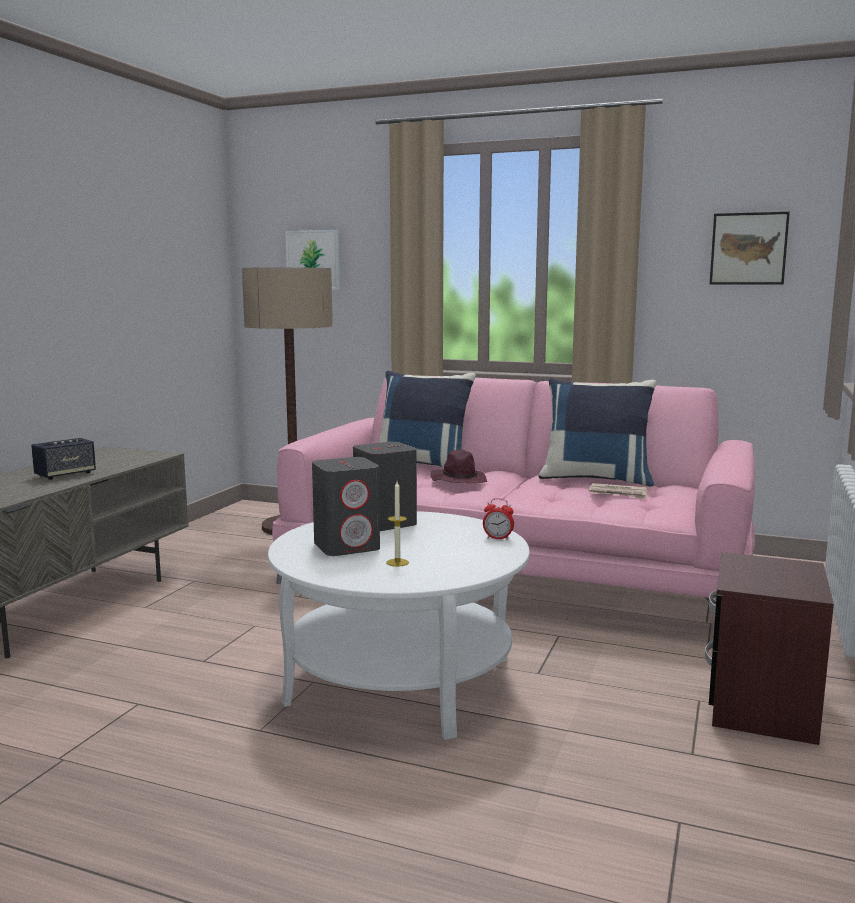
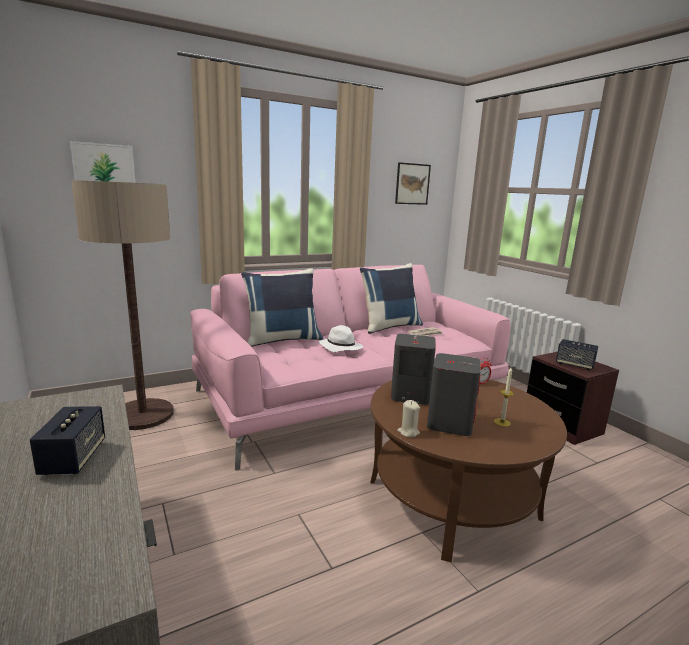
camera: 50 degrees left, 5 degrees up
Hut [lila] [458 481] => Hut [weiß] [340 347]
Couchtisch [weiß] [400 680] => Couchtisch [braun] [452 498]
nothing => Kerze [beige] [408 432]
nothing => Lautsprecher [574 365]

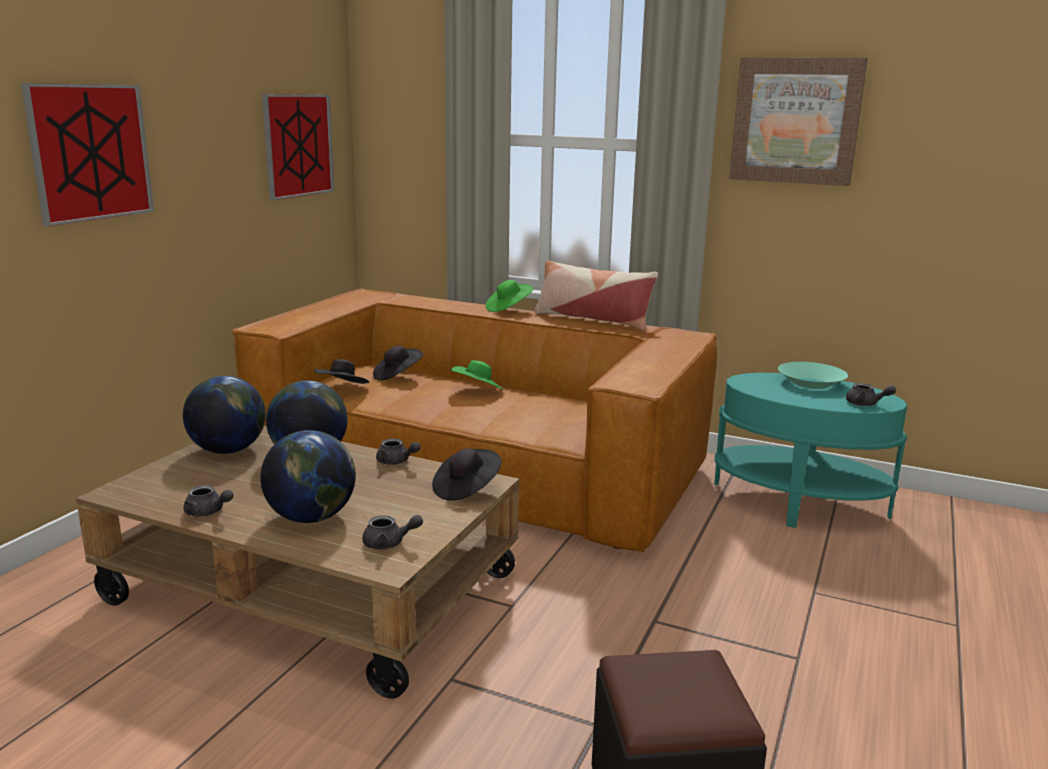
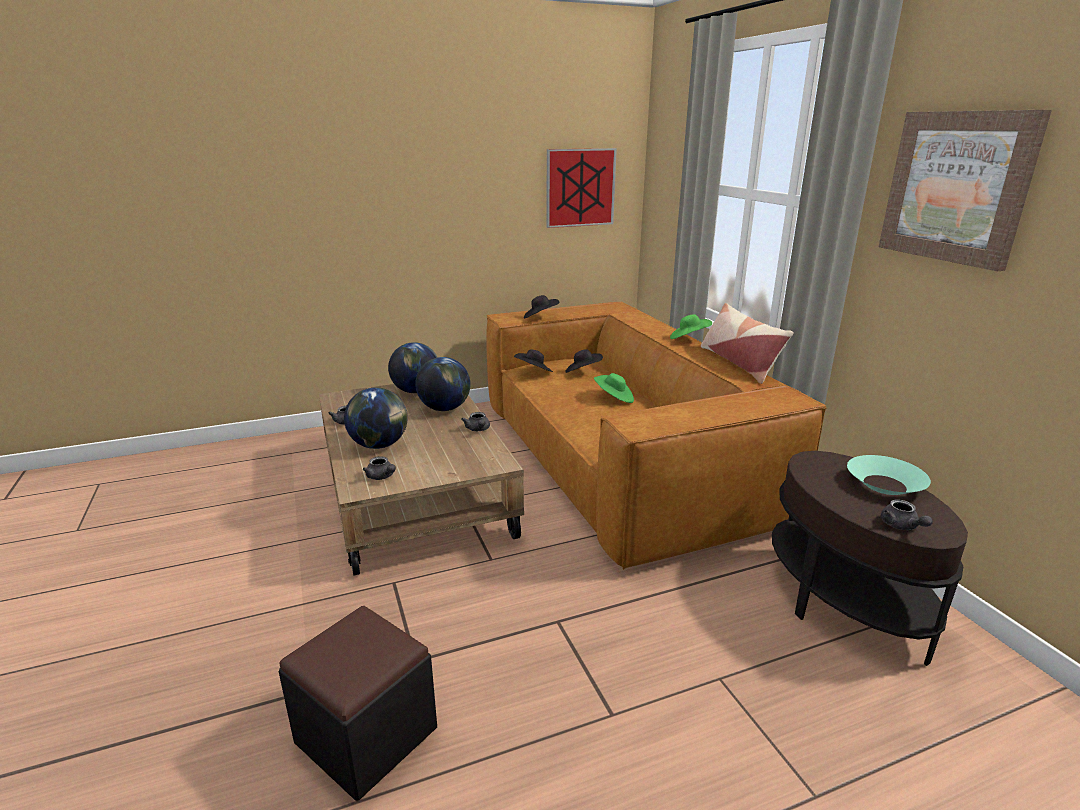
camera: 45 degrees right, 5 degrees up
Hut [schwarz] [466 489] => Hut [schwarz] [540 317], move
Beistelltisch [türkis] [798 504] => Beistelltisch [braun] [843 602]
Bild [90 152] => nothing

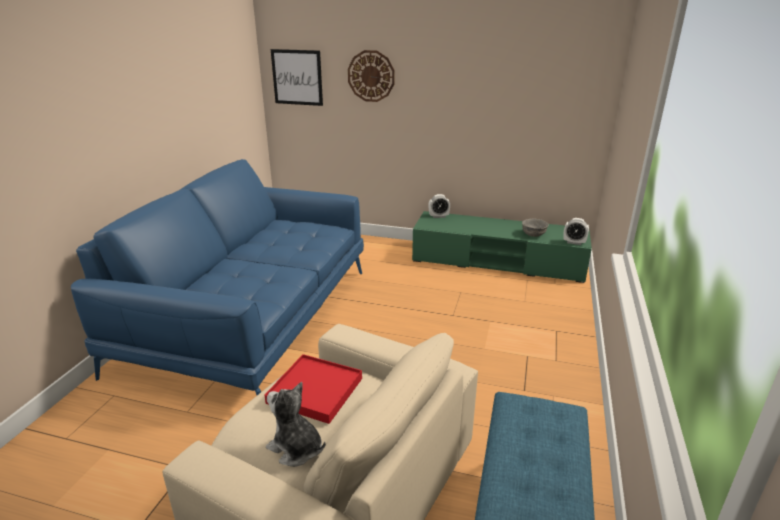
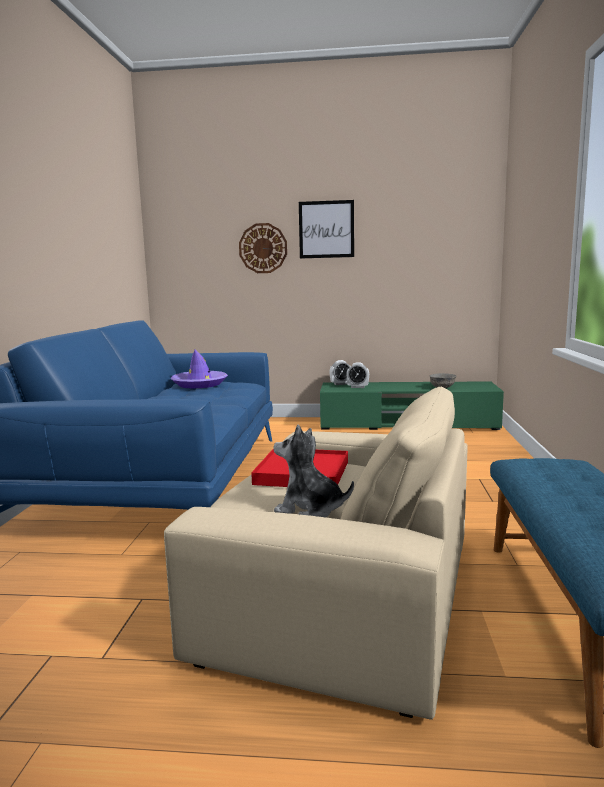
camera: 10 degrees left, 15 degrees down
nothing => Hut [lila] [199 384]
Bild [297 77] => Bild [326 229], move
Wecker [574 242] => Wecker [357 387], move

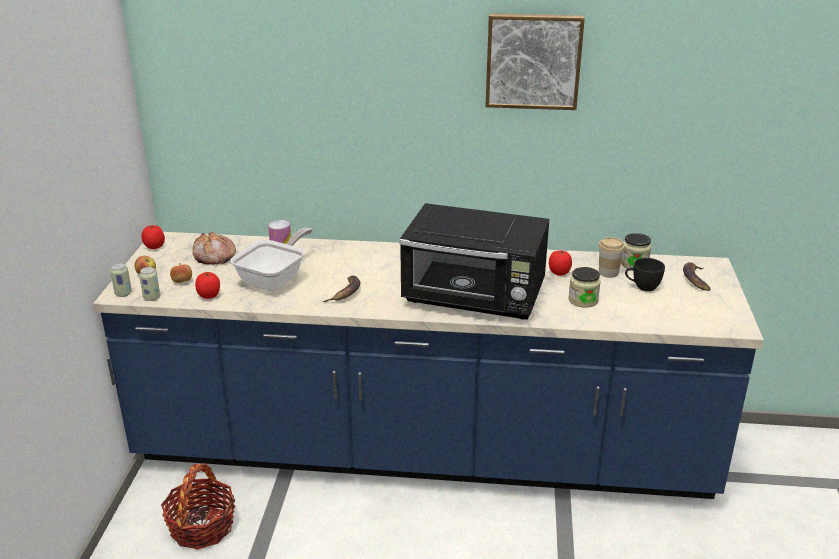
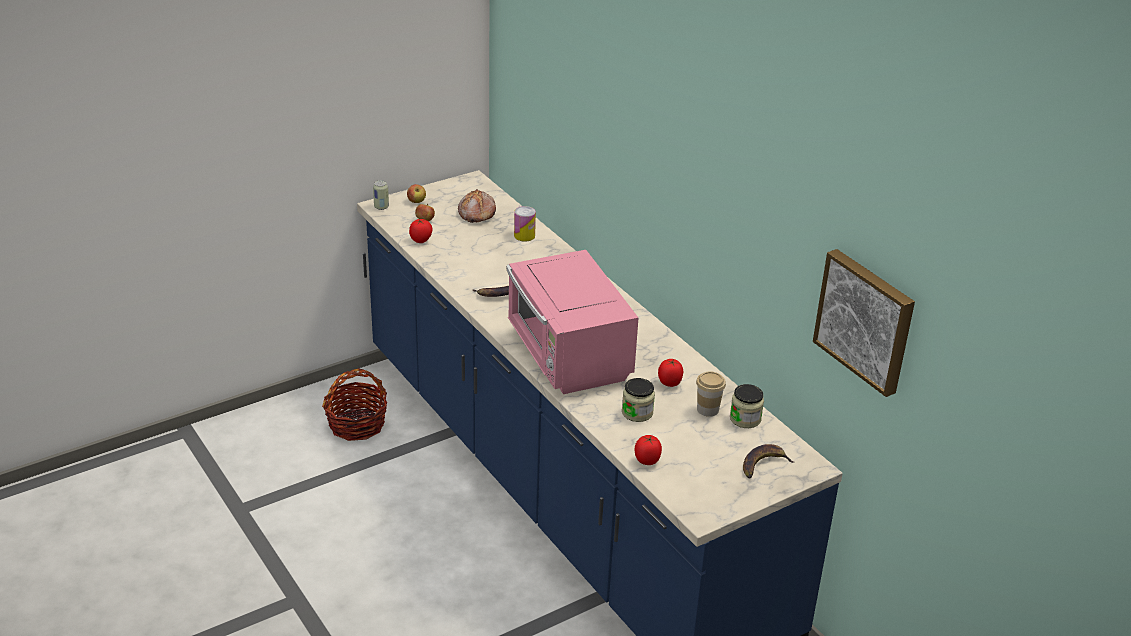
camera: 50 degrees right, 5 degrees up
Mikrowelle [schwarz] [475 298] => Mikrowelle [rosa] [568 356]
Tomate [154 247] => Tomate [647 460], move
Bild [533 60] => Bild [866 320], move
Dose [152 297] => nothing
Pfanne [275 279] => nothing
Tasse [schwarz] [642 287] => nothing

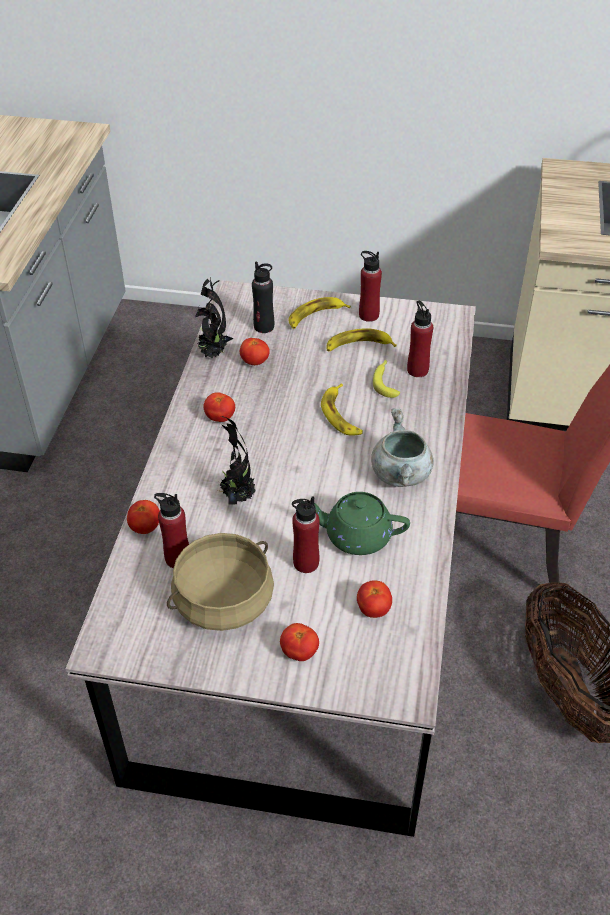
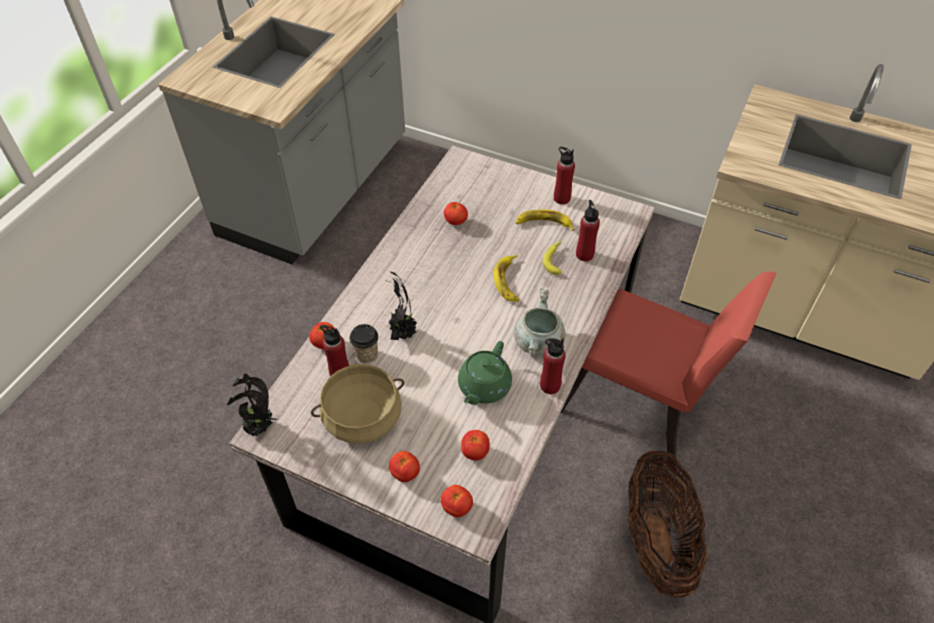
camera: 15 degrees right, 5 degrees up
Topfpflanze [213 354] => Topfpflanze [259 428], move
nothing => Tasse [366 355]
Tomate [220 418] => Tomate [457 507], move
Teekanne [grün] [356 536] => Teekanne [grün] [483 387], 90 degrees counterclockwise
Flasche [rot] [306 563] => Flasche [rot] [550 385], move
Flasche [schwarz] [264 326] => nothing
Banane [315 316] => nothing

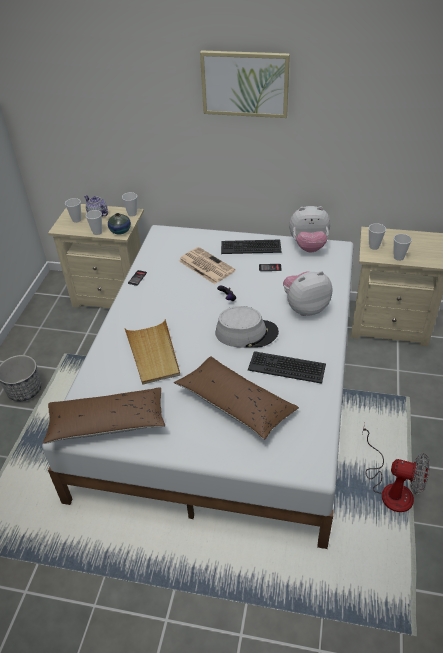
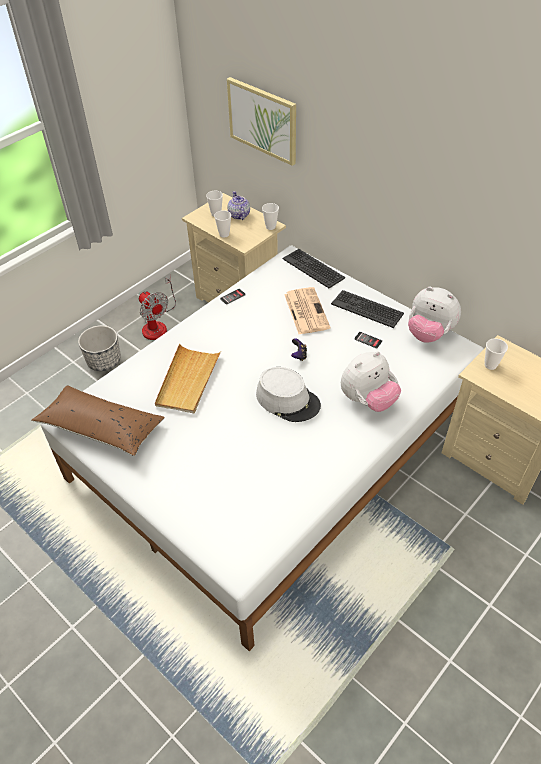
camera: 30 degrees right, 5 degrees up
Ventilator [391 488] => Ventilator [157 324], move
Bild [245 84] => Bild [263 120], move
Tastatur [287 367] => Tastatur [313 268], move
Plüschtier [305 307] => Plüschtier [367 400], 135 degrees clockwise
Vase [120 231] => nothing
Kissen [braun] [235 404] => nothing
Tasse [398 257] => nothing

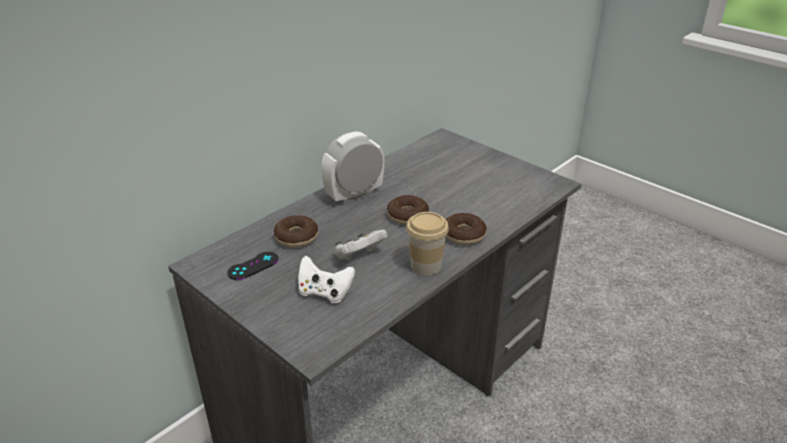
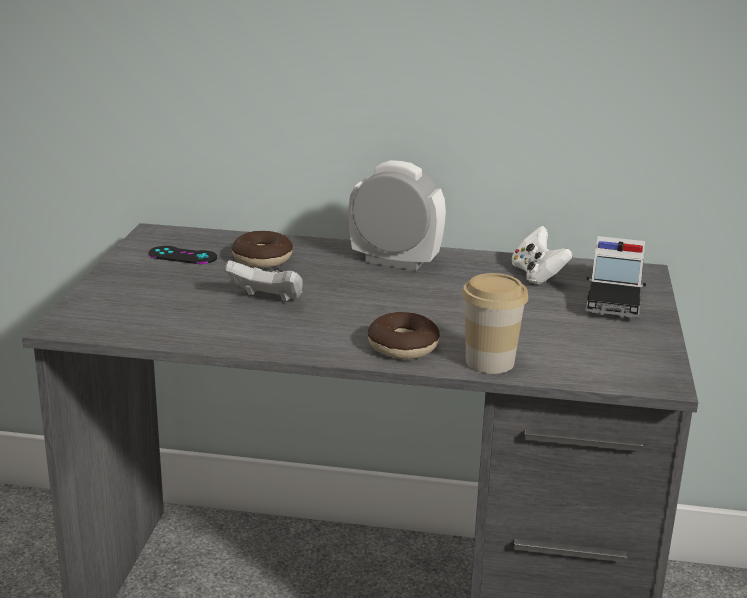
camera: 55 degrees right, 10 degrees down
Tasse [426 265] => Tasse [489 362], move
Gamepad [weiß] [325 293] => Gamepad [weiß] [537 275], move
nothing => Spielzeugauto [614 295]
Donut [407 216] => nothing

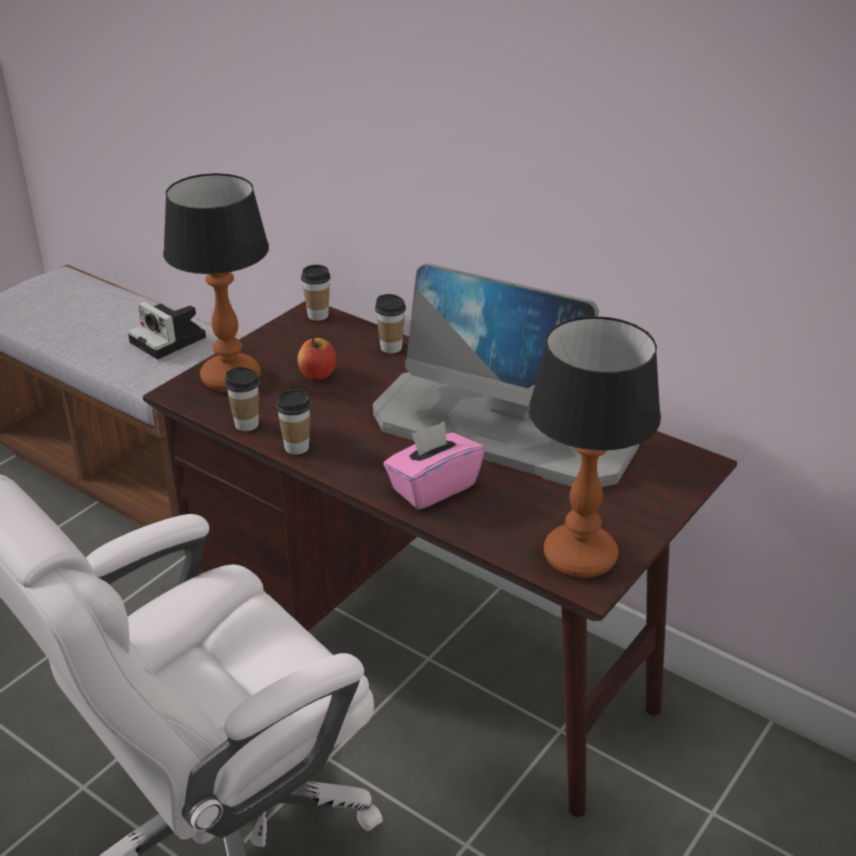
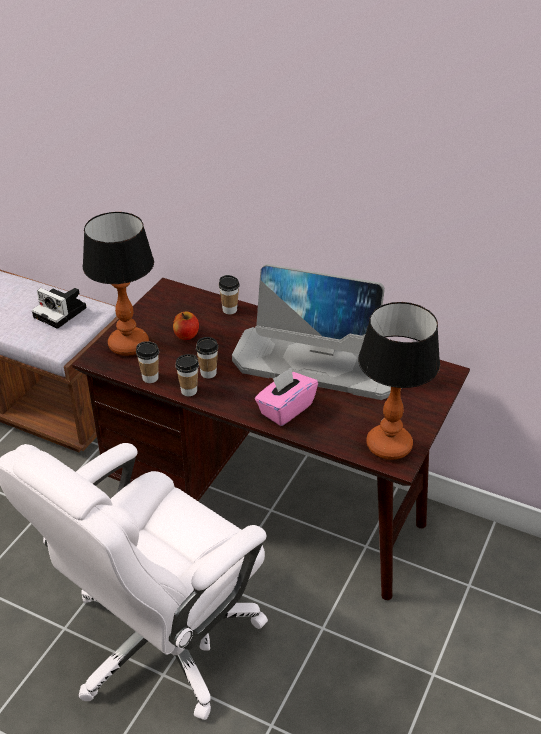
camera: 10 degrees left, 5 degrees up
Tasse [318 315] => Tasse [208 373], move

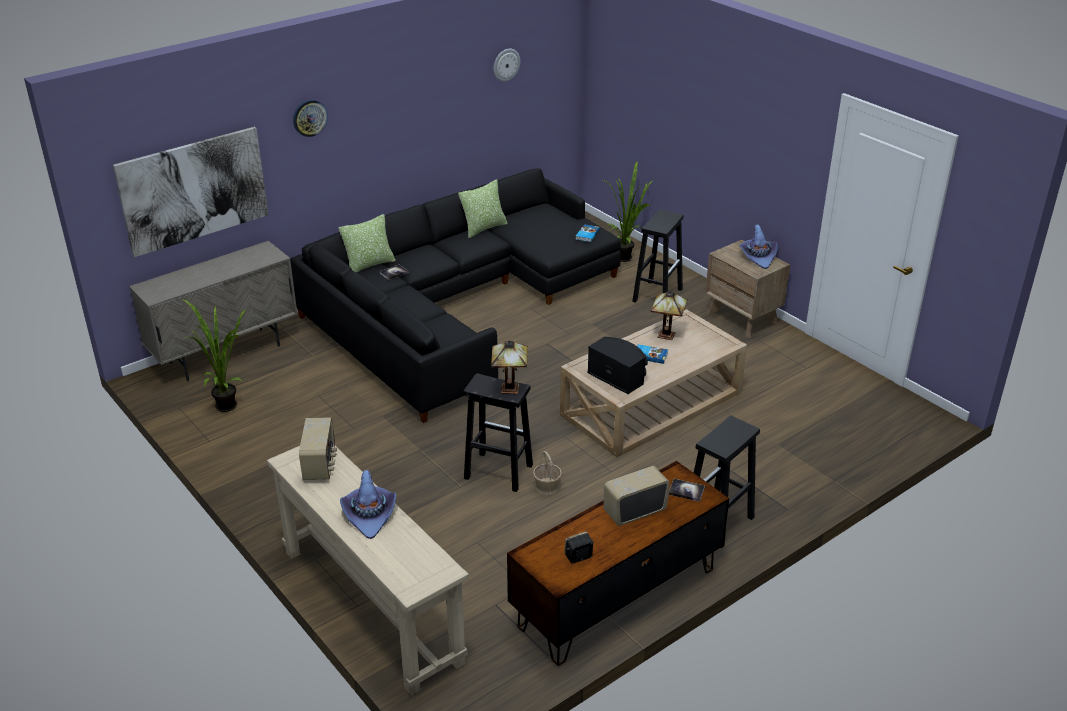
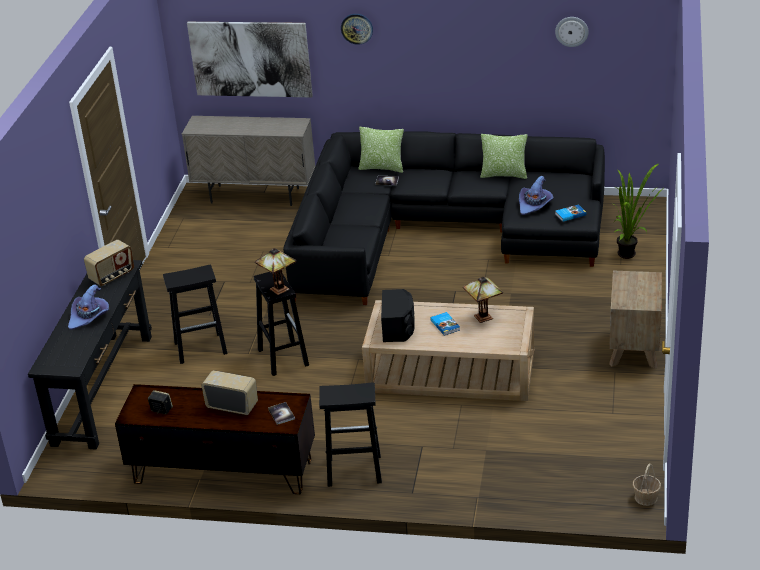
camera: 50 degrees right, 0 degrees up
Konsolentisch [beige] [371 605] => Konsolentisch [schwarz] [103 389]
Hocker [schwarz] [657 295] => Hocker [schwarz] [201 348], move
Hut [lila] [758 256] => Hut [lila] [535 205], move
Korb [547 487] => Korb [645 498], move
Topfpflanze [225 403] => nothing

